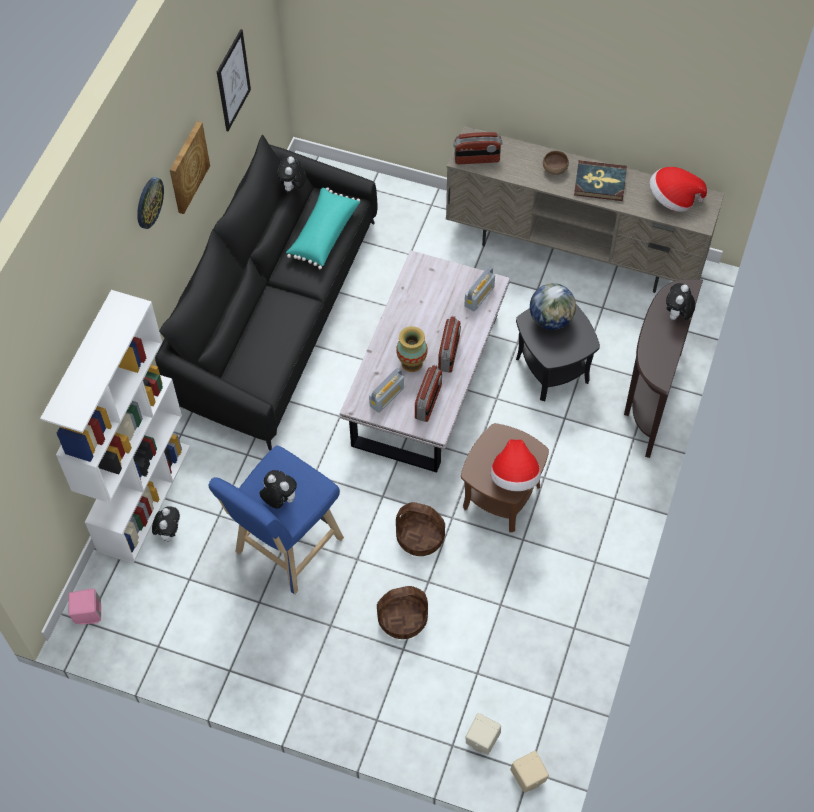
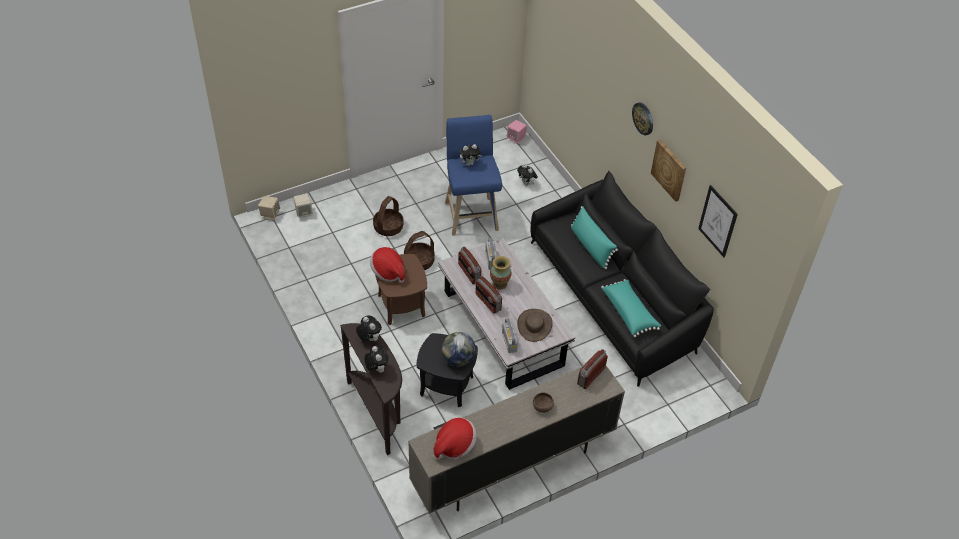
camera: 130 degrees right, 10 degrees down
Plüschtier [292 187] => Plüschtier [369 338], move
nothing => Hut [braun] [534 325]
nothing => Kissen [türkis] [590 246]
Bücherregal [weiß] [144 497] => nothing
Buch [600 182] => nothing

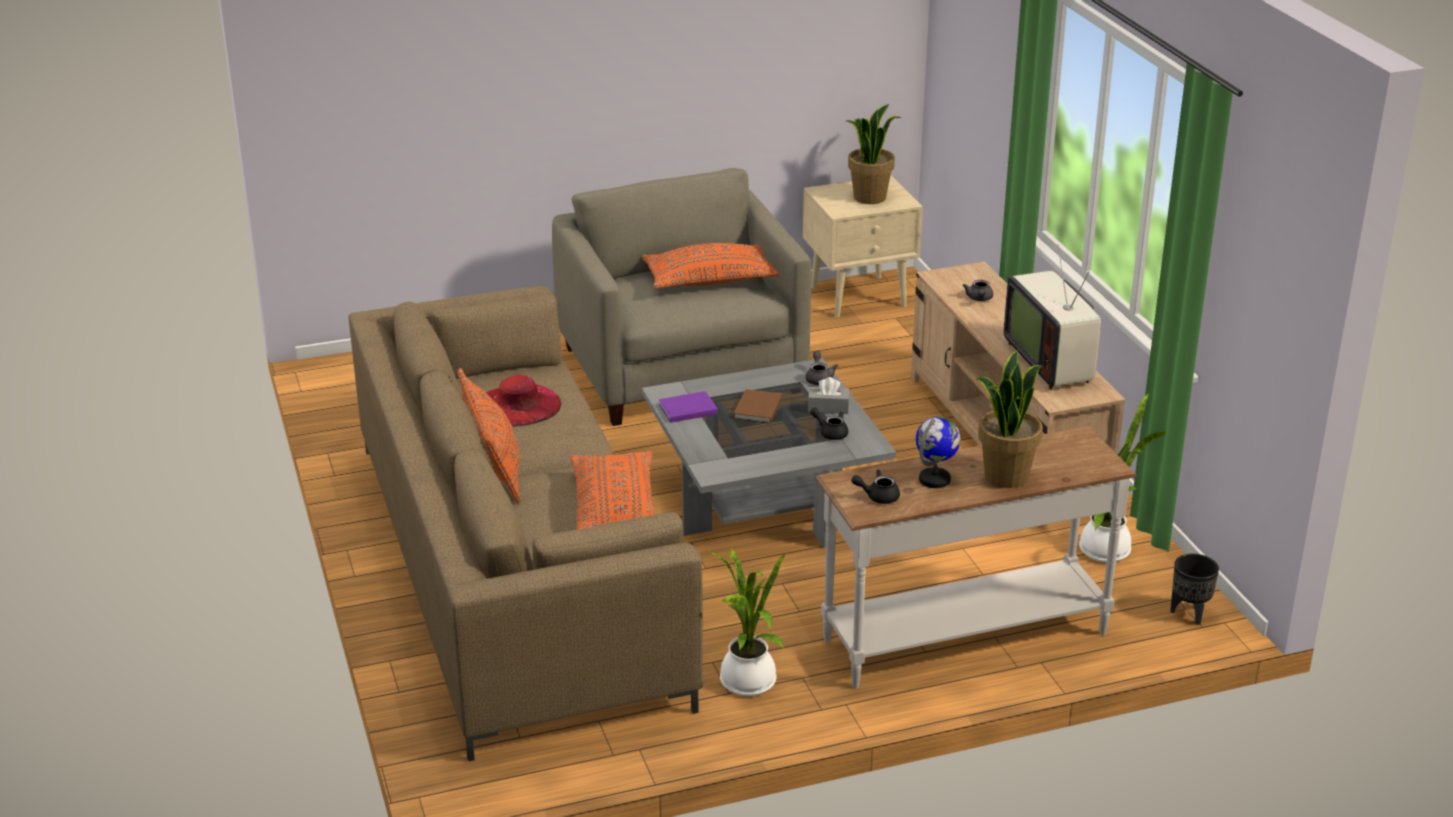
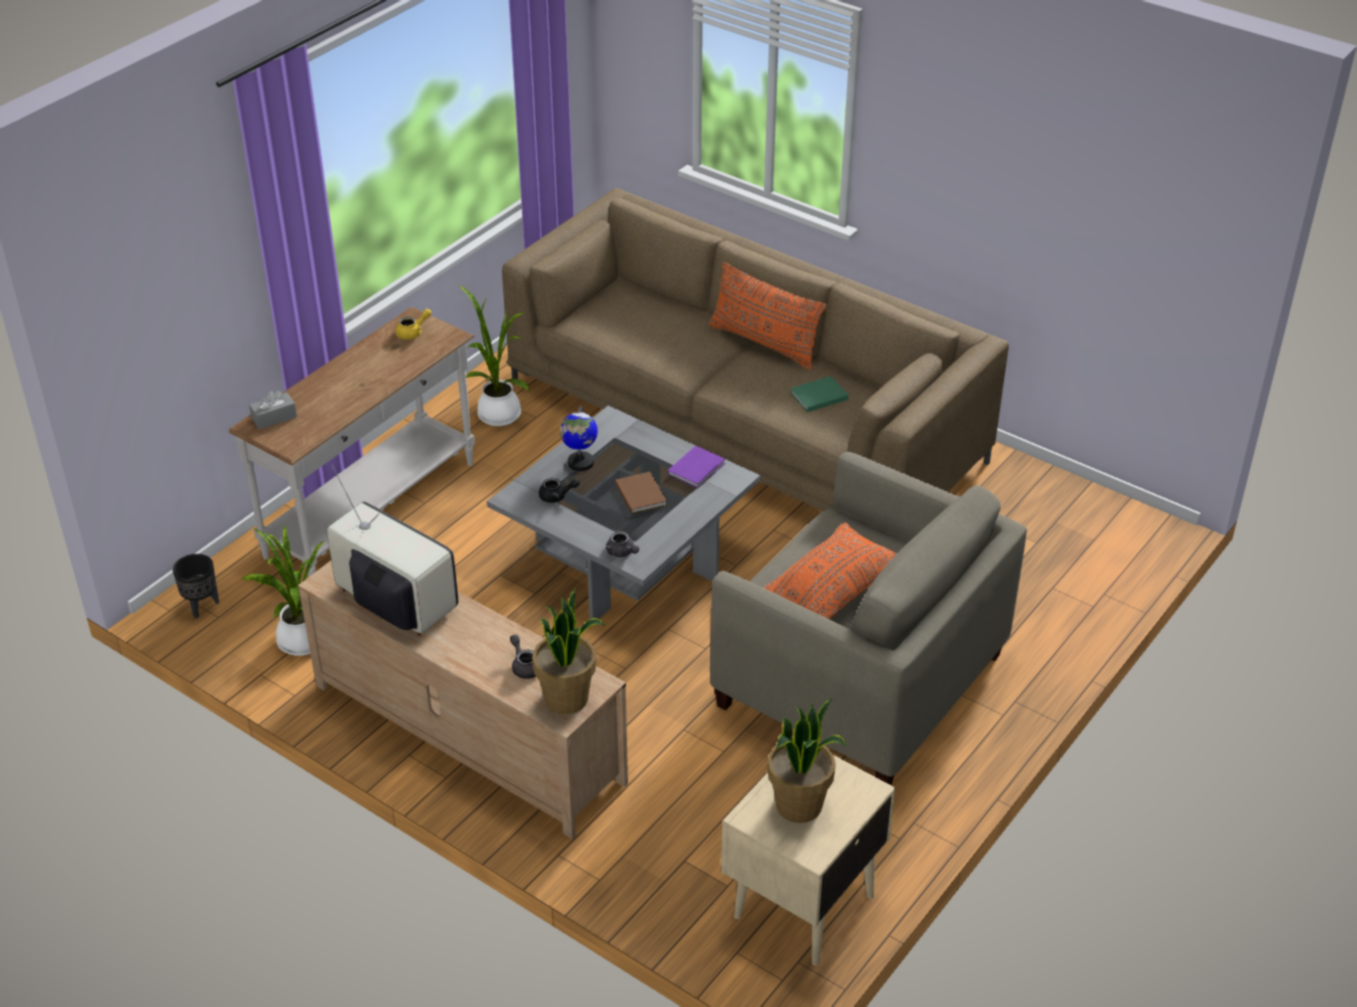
camera: 145 degrees right, 10 degrees up
Taschentuchbox [grau] [828 408] => Taschentuchbox [grau] [274 417], move
Teekanne [schwarz] [877 496] => Teekanne [gelb] [413 333]
Topfpflanze [1005 476] => Topfpflanze [567 698], move
Globus [935 479] => Globus [580 463], move
Hut [rot] [519 405] => Buch [grün] [817 396]
Kissen [orange] [615 511] => nothing

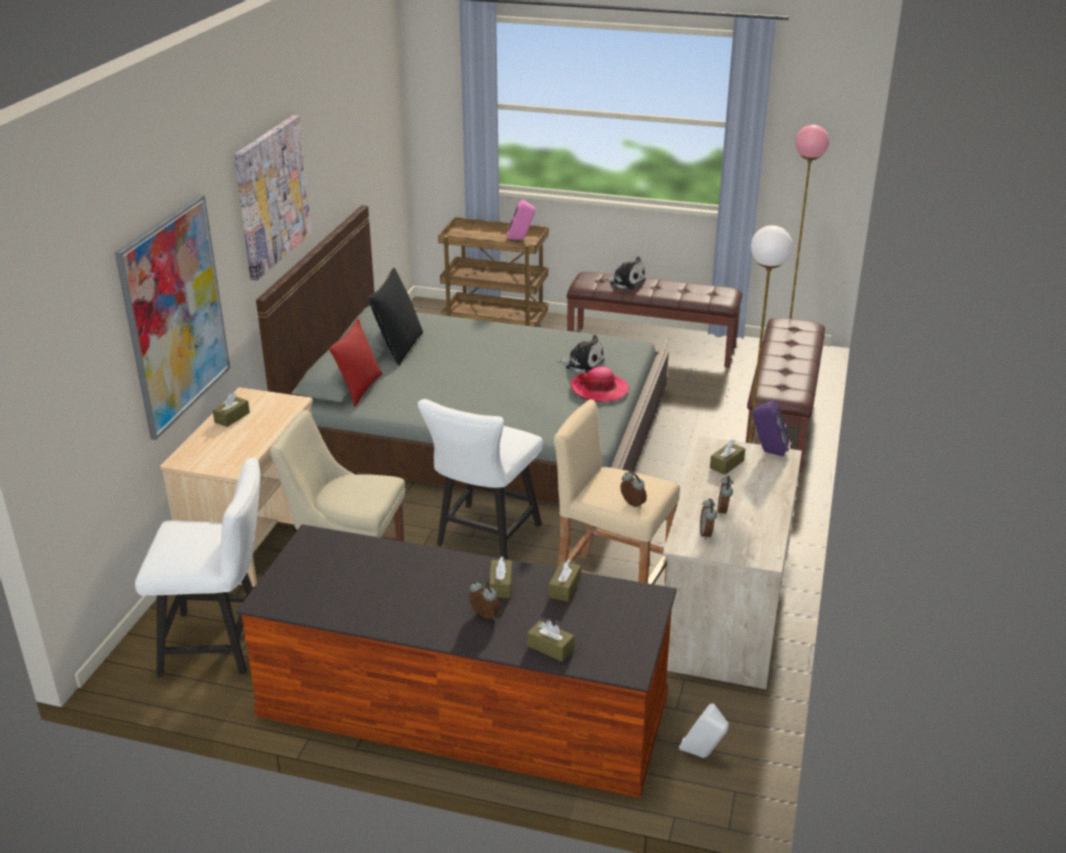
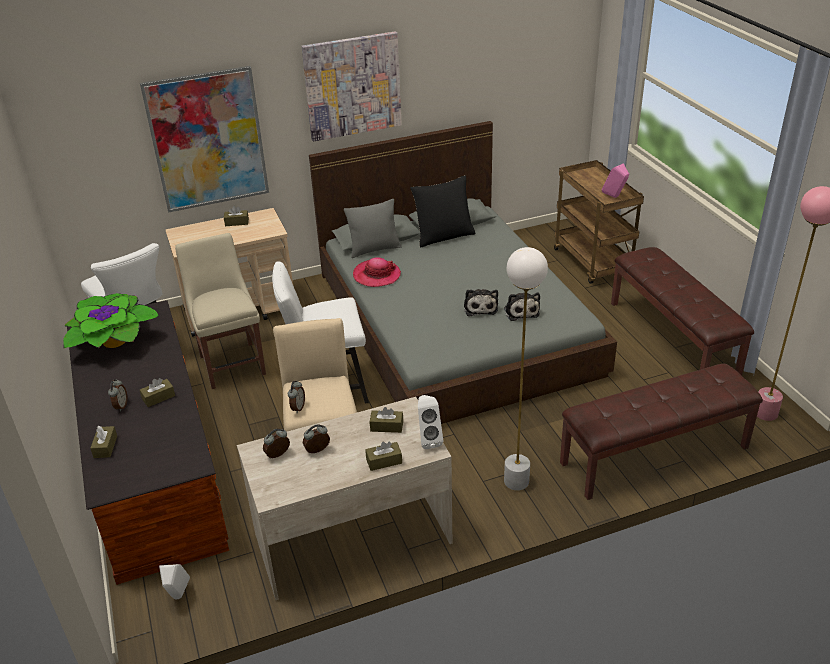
camera: 55 degrees right, 5 degrees up
nothing => Topfpflanze [113 340]
Kissen [rot] [360 389] => Kissen [grau] [374 249]
Hut [599 389] => Hut [376 275], move
Taschentuchbox [braun] [564 588] => Taschentuchbox [braun] [384 461], move
Lautsprecher [lila] [768 452] => Lautsprecher [weiß] [428 439]
Plüschtier [626 282] => Plüschtier [480 307], move

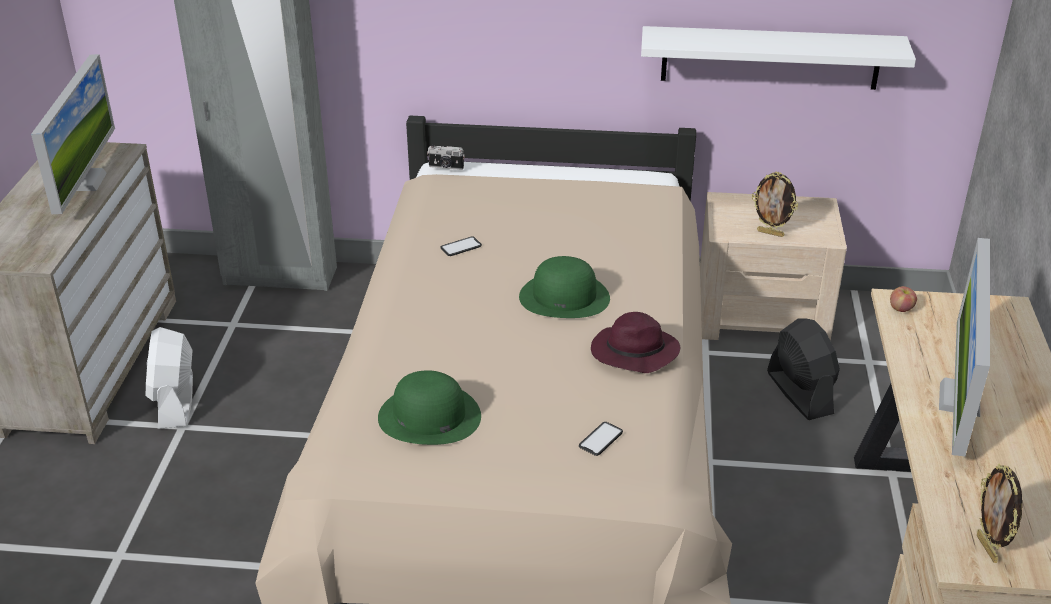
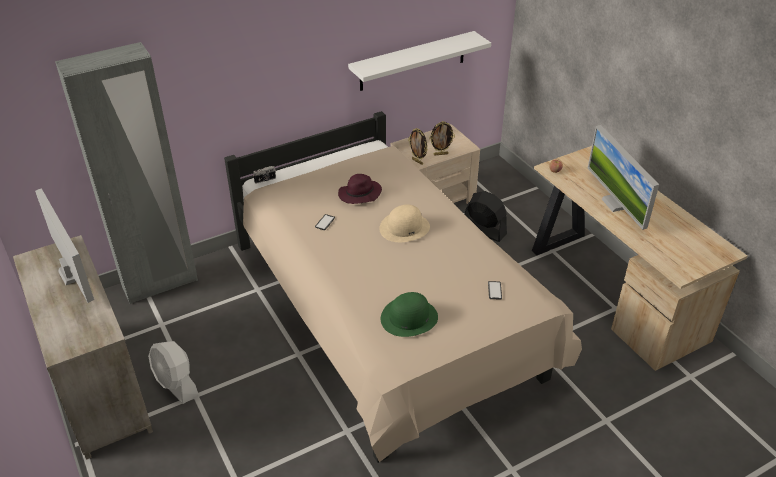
camera: 35 degrees left, 5 degrees up
Hut [lila] [633 353] => Hut [lila] [359 195], move
Hut [grün] [564 297] => Hut [beige] [404 227]
Bilderrahmen [988 549] => Bilderrahmen [418 161], move

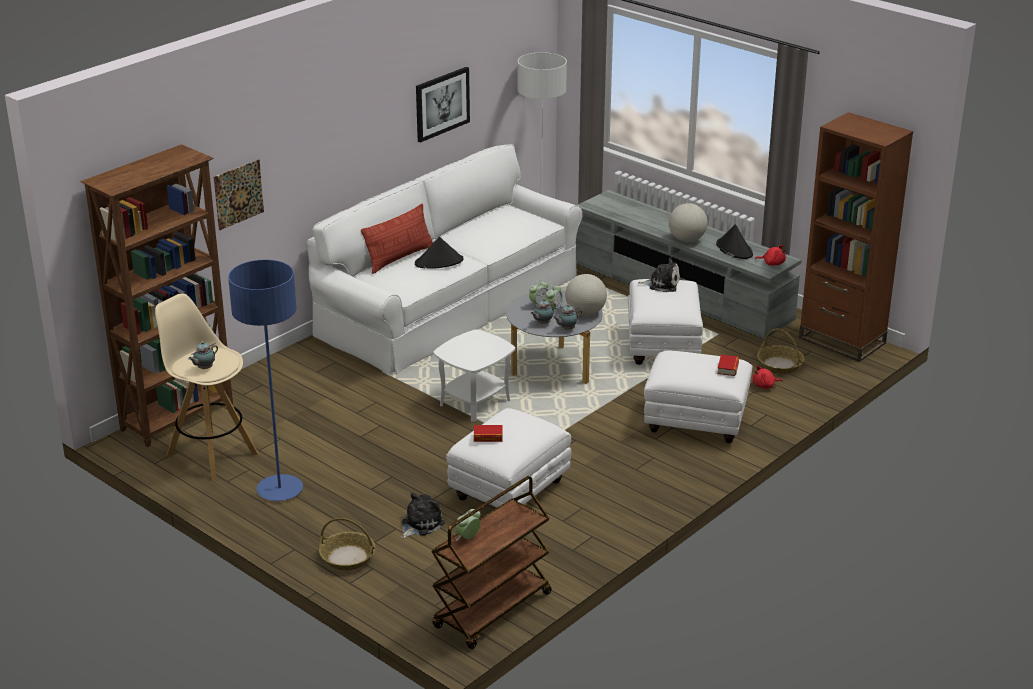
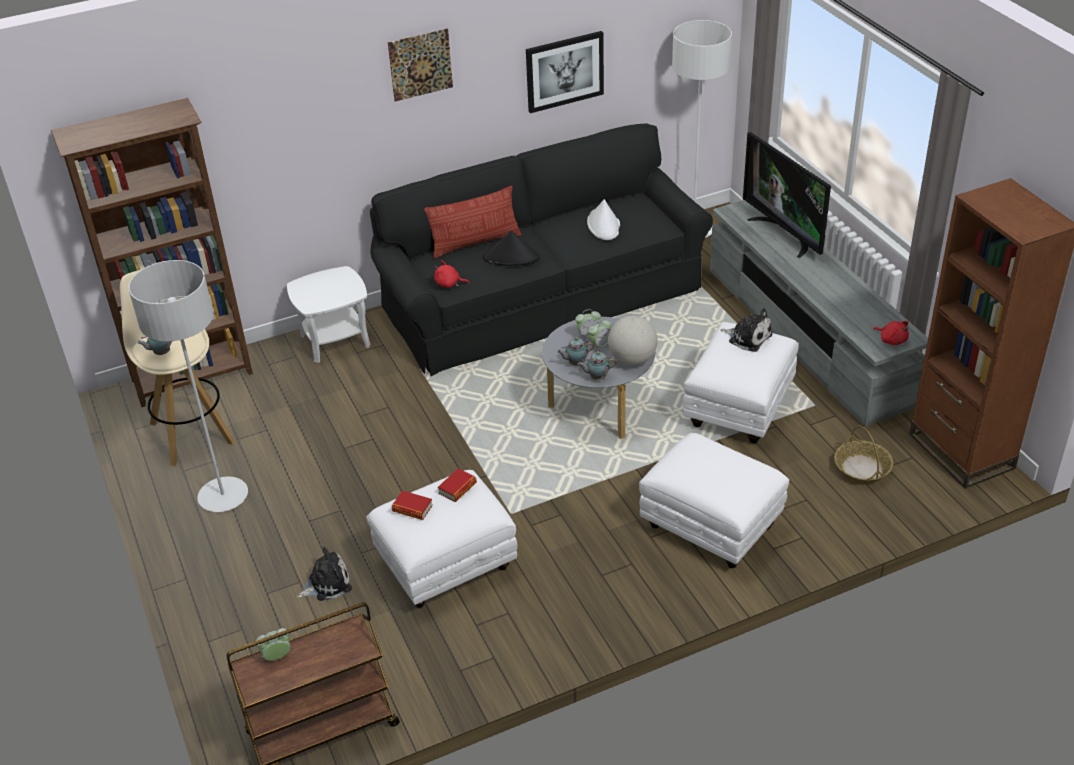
camera: 25 degrees right, 10 degrees up
Stehlampe [blau] [280 490] => Stehlampe [grau] [223 496]
Beistelltisch [weiß] [475 402] => Beistelltisch [weiß] [335 340], move
Sofa [weiß] [450 306] => Sofa [schwarz] [543 298]
Bild [238 194] => Bild [420 64], move
Plüschtier [rot] [765 386] => Plüschtier [rot] [449 284], move
Buch [728 368] => Buch [457 488], move
nothing => Hut [weiß] [603 225]
nothing => Fernseher [785 234]
Korb [347 557] => nothing
Globus [686 240] => nothing
Hut [schwarz] [734 249] => nothing

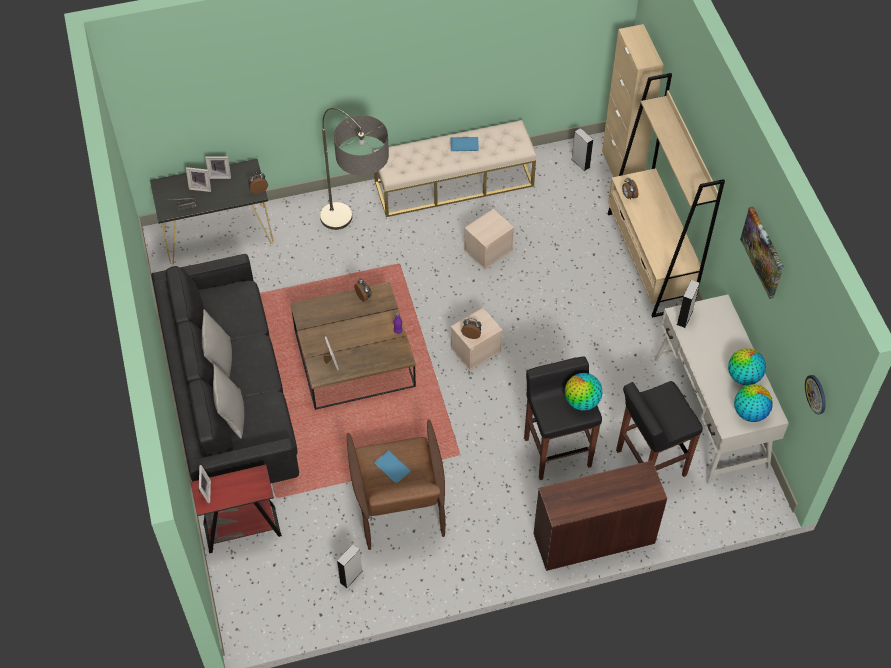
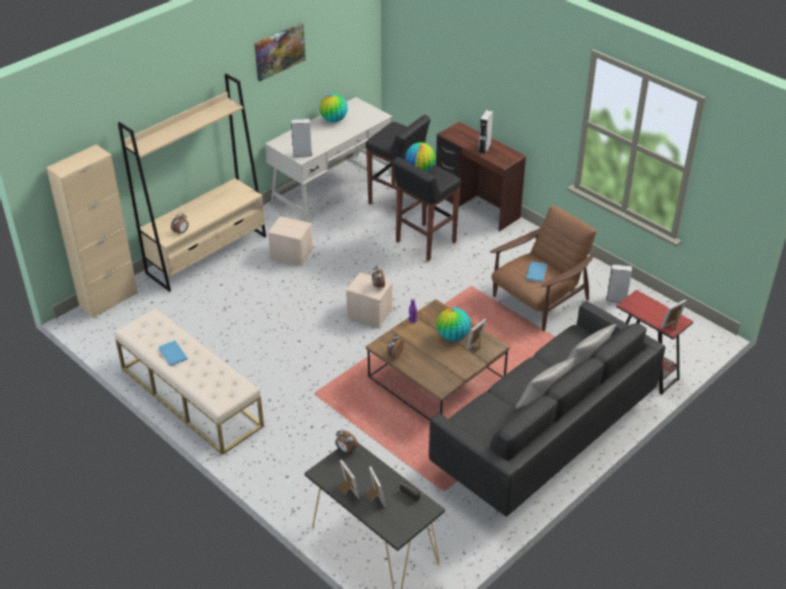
camera: 120 degrees left, 15 degrees down
Aufbewahrungsbox [beige] [488 249] => Aufbewahrungsbox [beige] [291 254], move
Globus [749 412] => Globus [453 337], move
Lautsprecher [grau] [580 163] => Lautsprecher [grau] [484 148], move
Stehlampe [358 242] => nothing
Wanduhr [816 394] => nothing

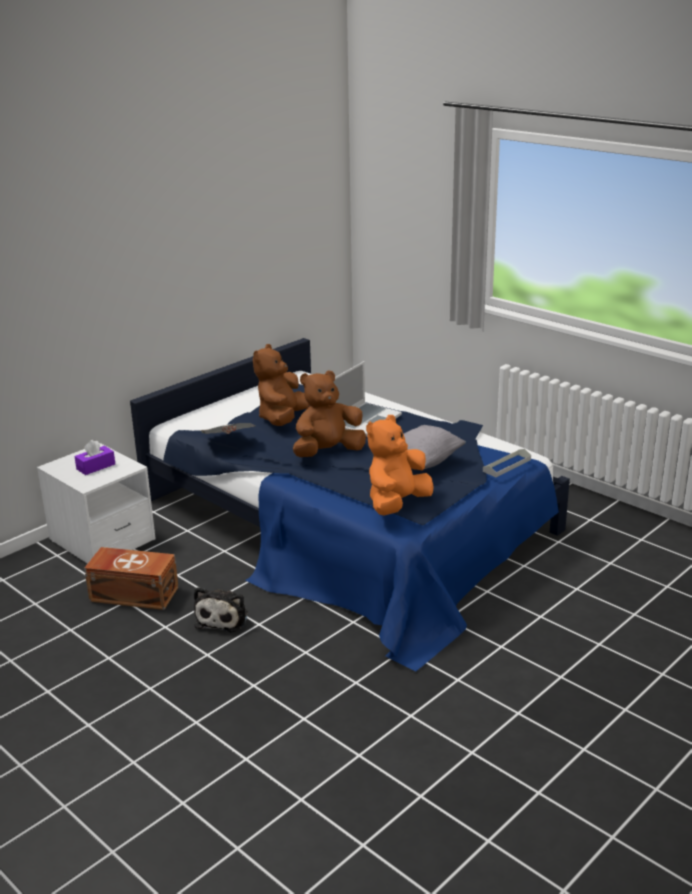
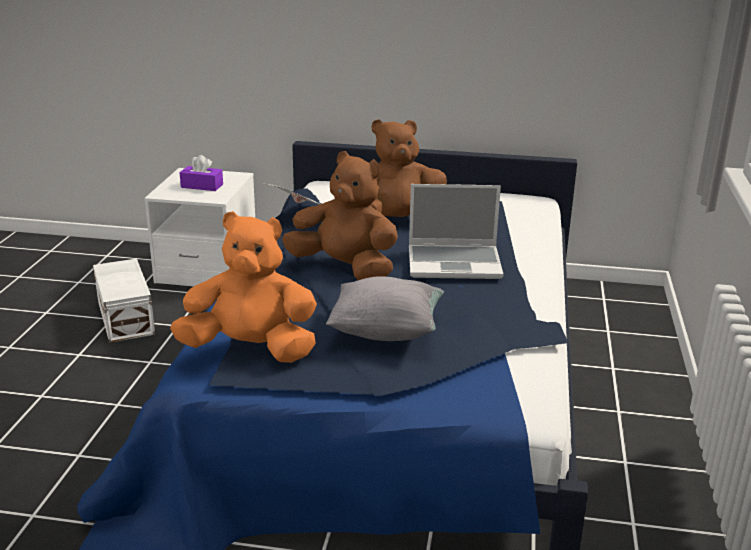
camera: 55 degrees right, 0 degrees up
Aufbewahrungsbox [braun] [133 593] => Aufbewahrungsbox [weiß] [127 317]
Plüschtier [223 618] => nothing
Tablett [grau] [507 465] => nothing

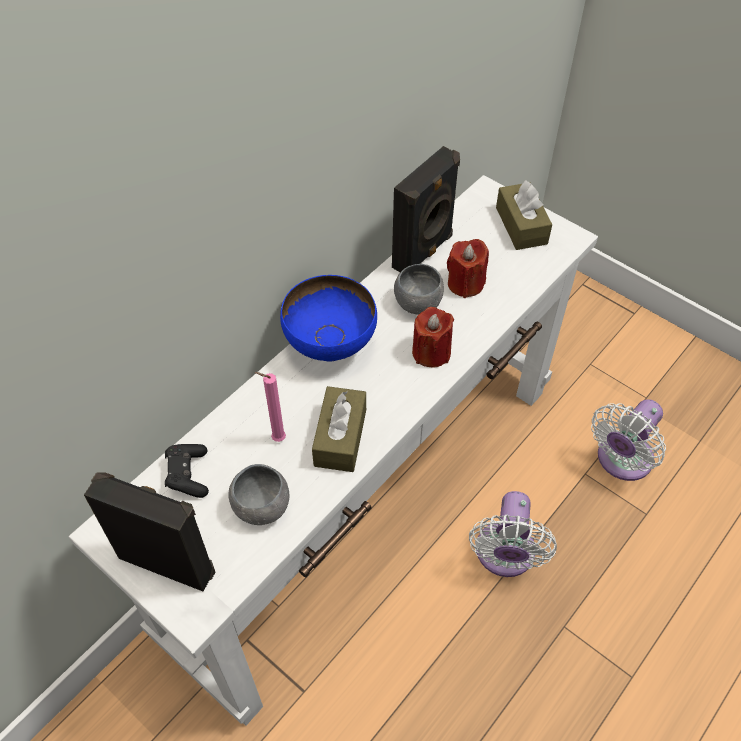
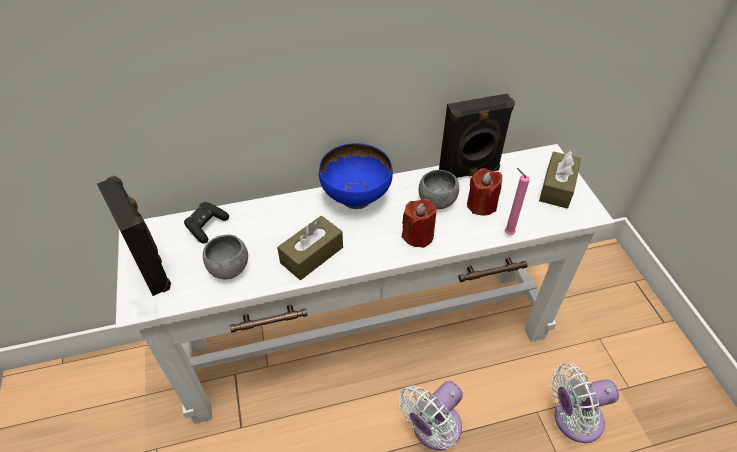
camera: 35 degrees right, 5 degrees down
Kerze [rosa] [276 439] => Kerze [rosa] [507 233], move

